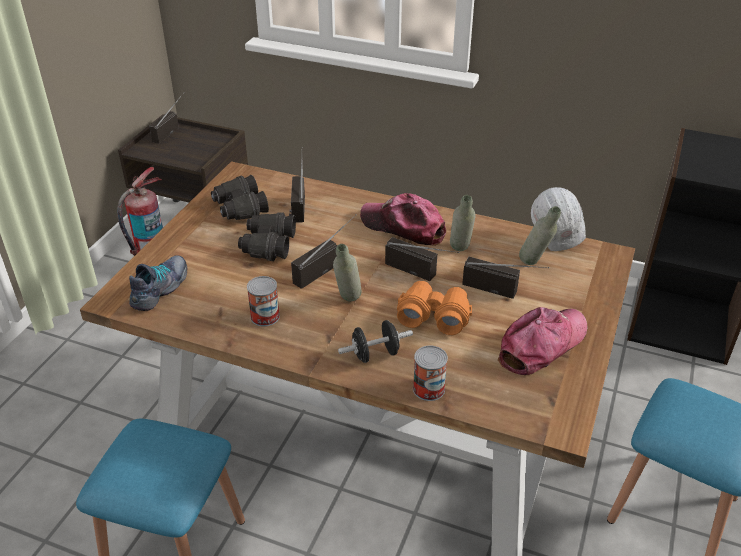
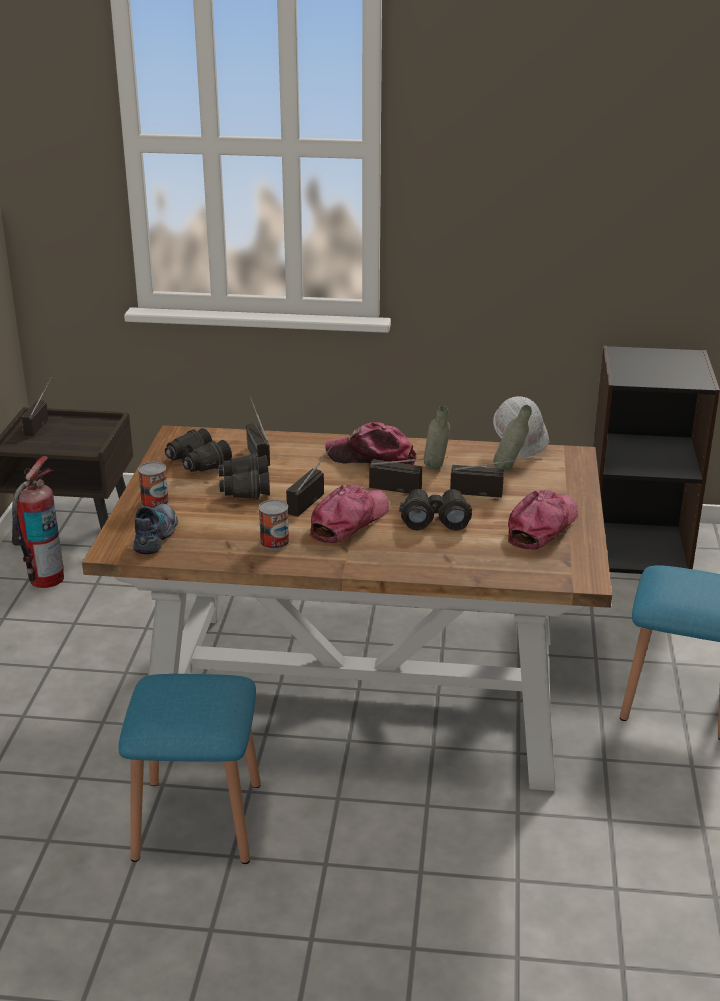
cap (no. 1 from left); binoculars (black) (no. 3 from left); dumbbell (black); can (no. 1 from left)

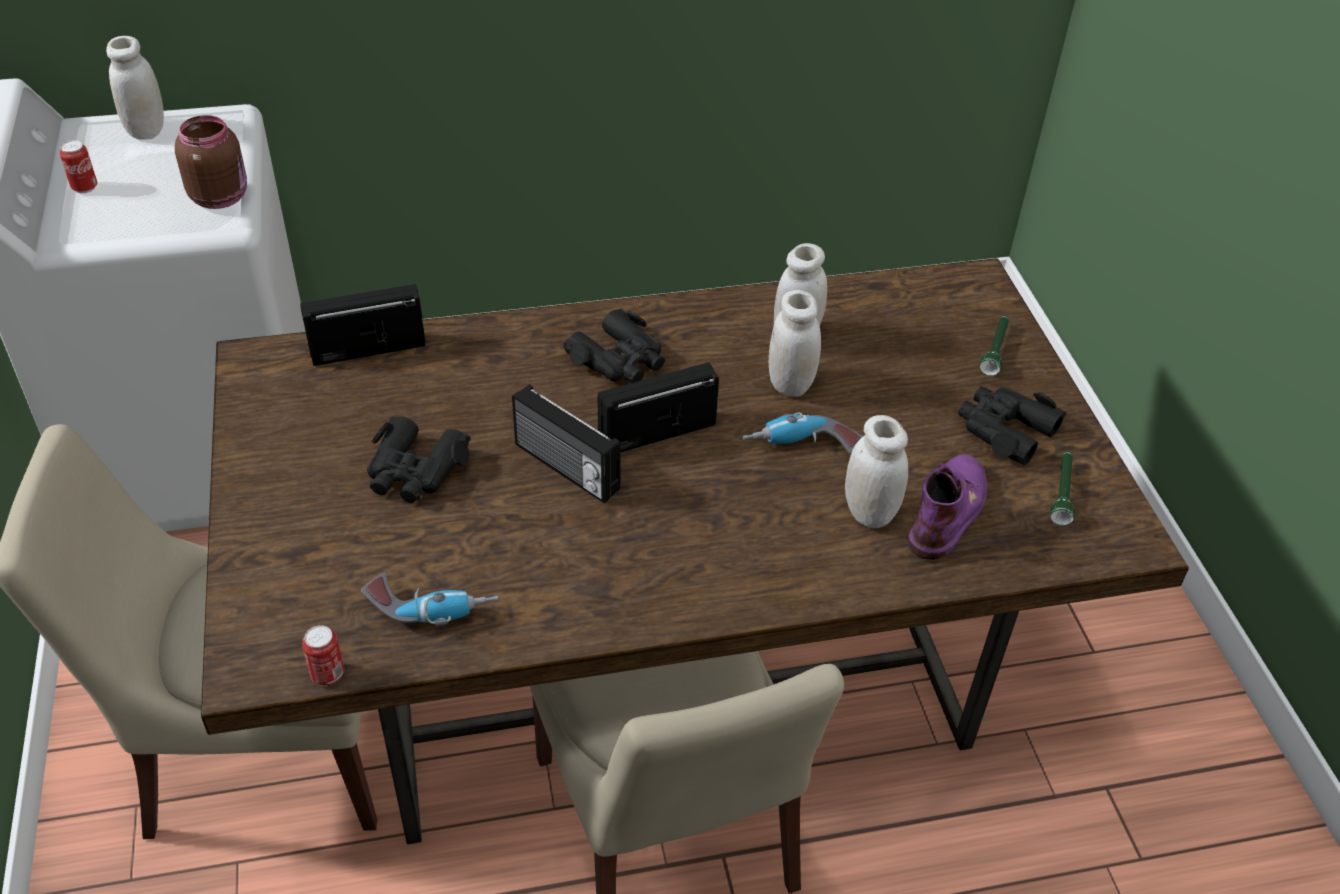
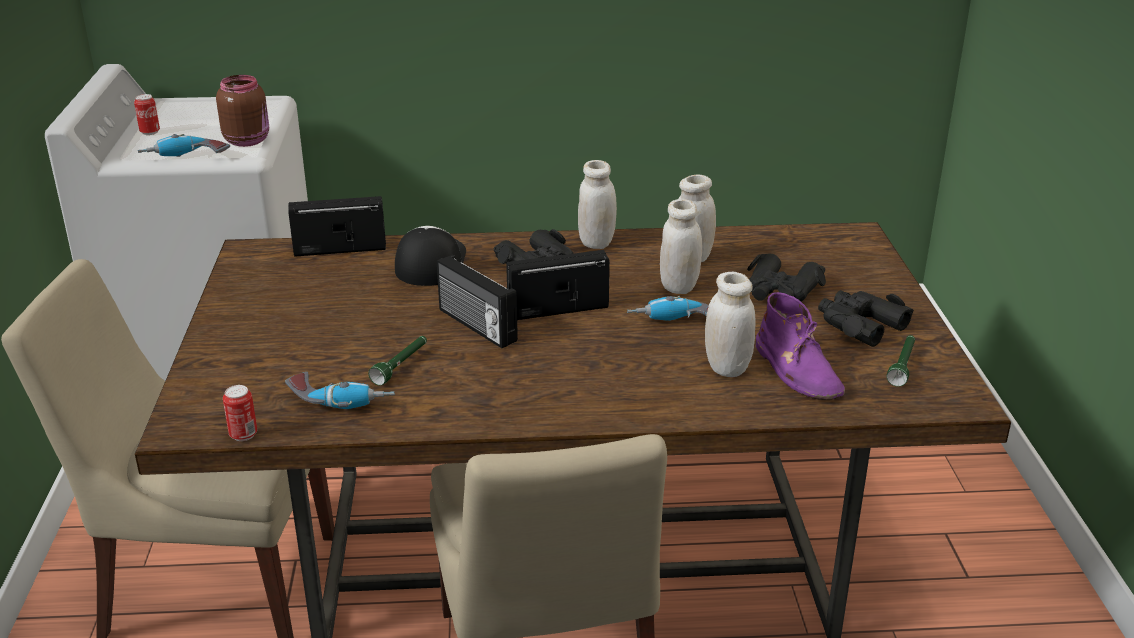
jar (white) (no. 1 from left); flashlight (green) (no. 1 from left); binoculars (black) (no. 2 from left); boot (purple); power drill (no. 1 from left); cap

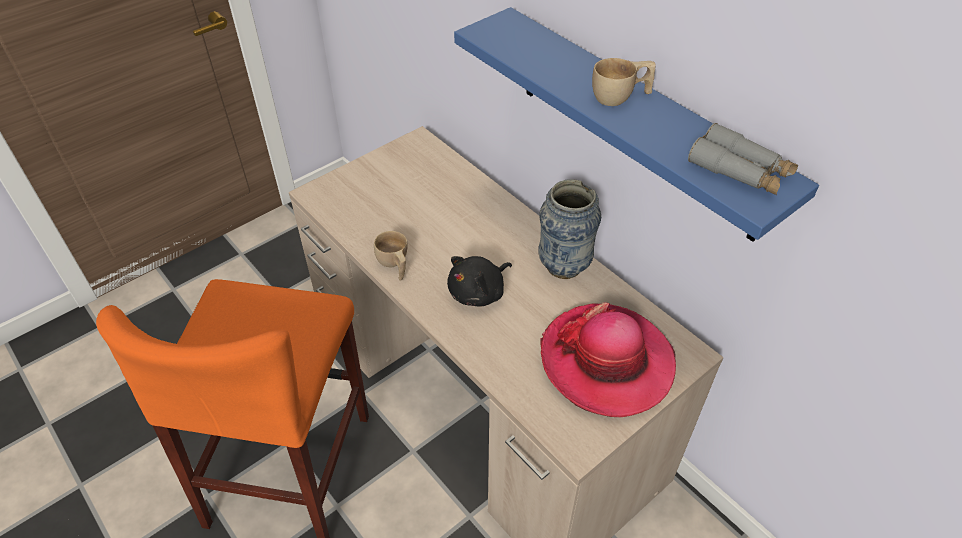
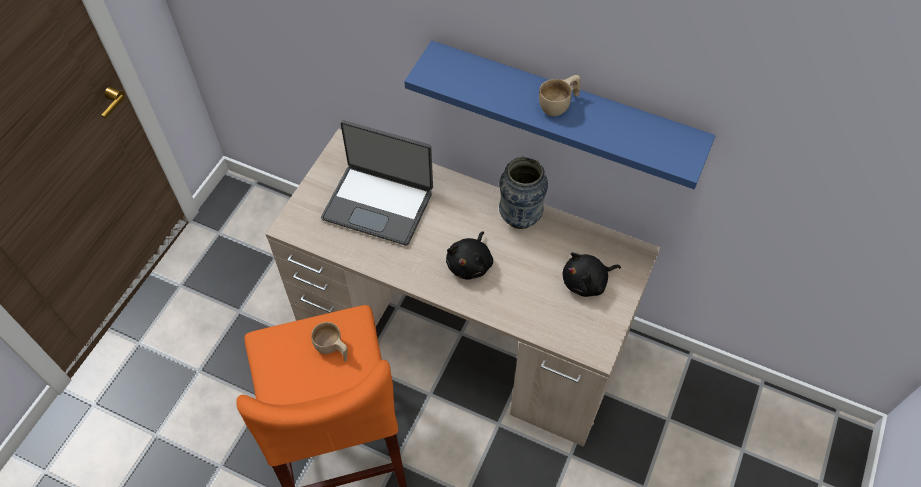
binoculars (grey); cup (beige) (no. 1 from left); plush toy (black) (no. 2 from left); laptop

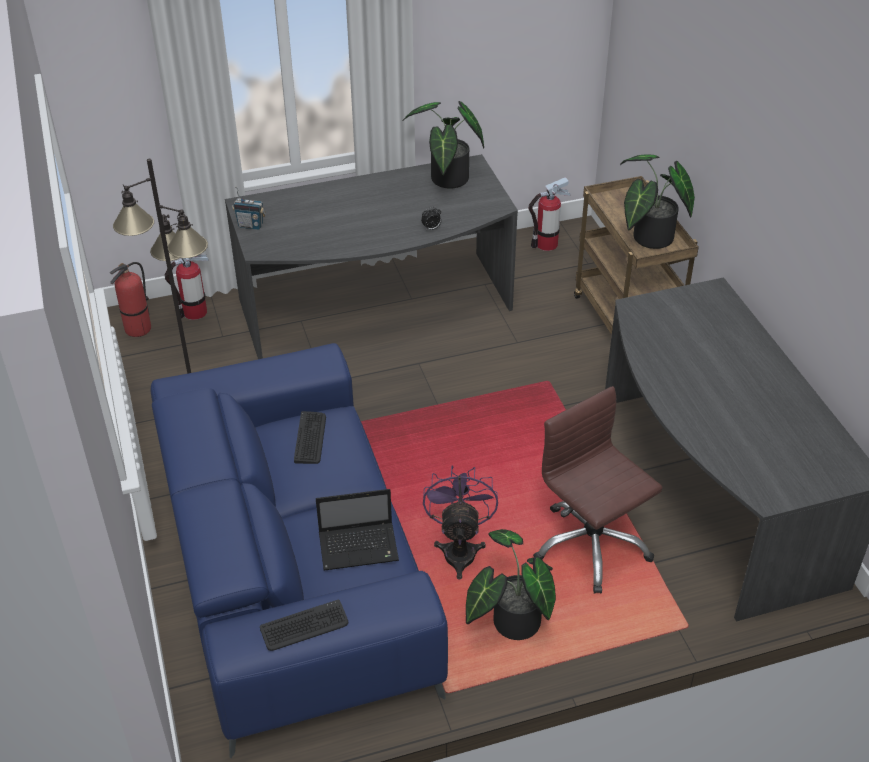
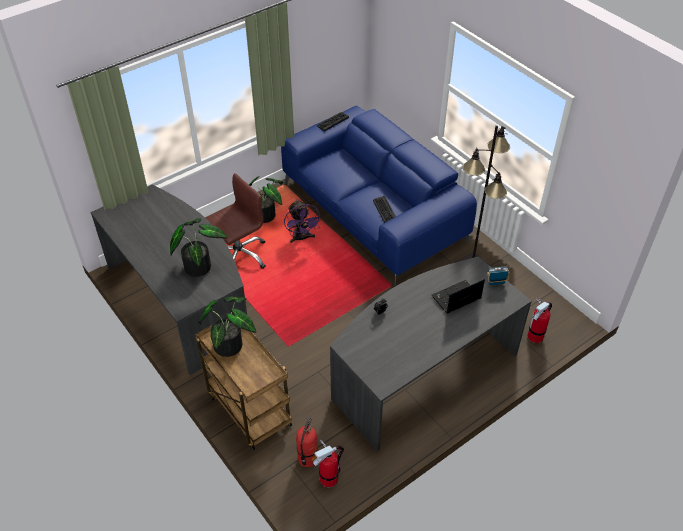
potted plant (no. 1 from left); fire extinguisher (no. 1 from left); office chair (brown); laptop

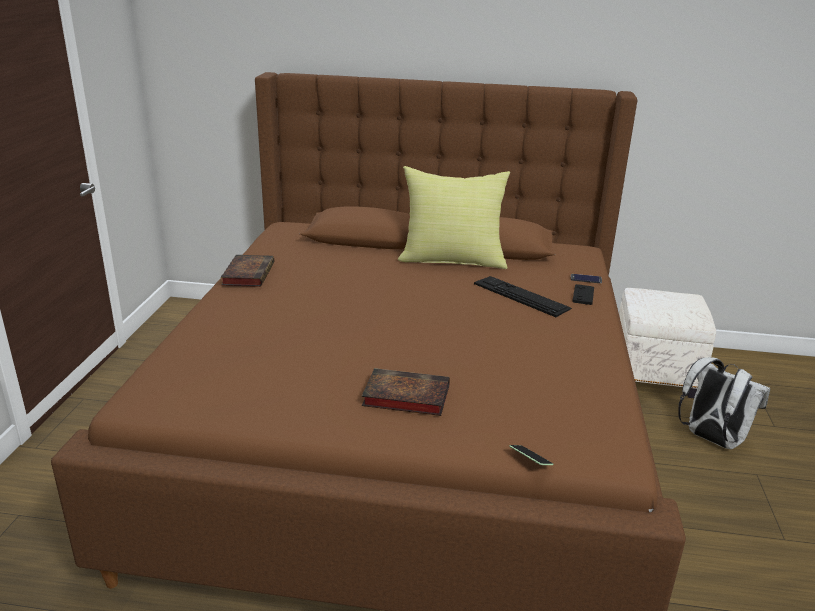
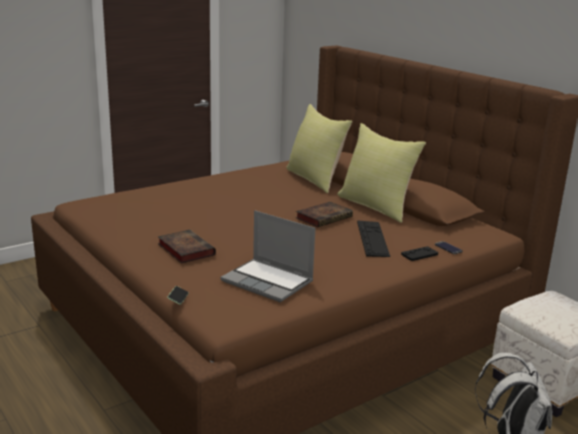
book (no. 2 from left); pillow (yellow) (no. 1 from left); laptop

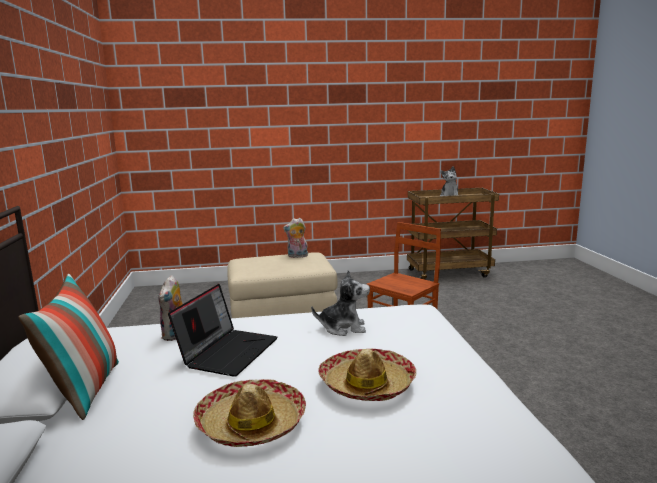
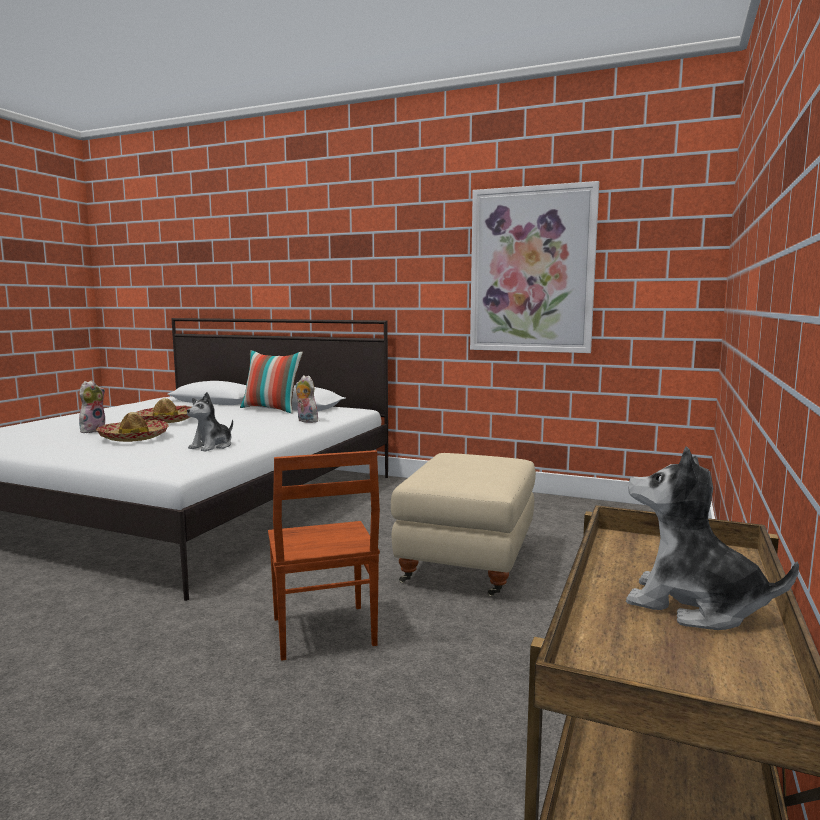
plush toy (no. 1 from left); laptop; picture

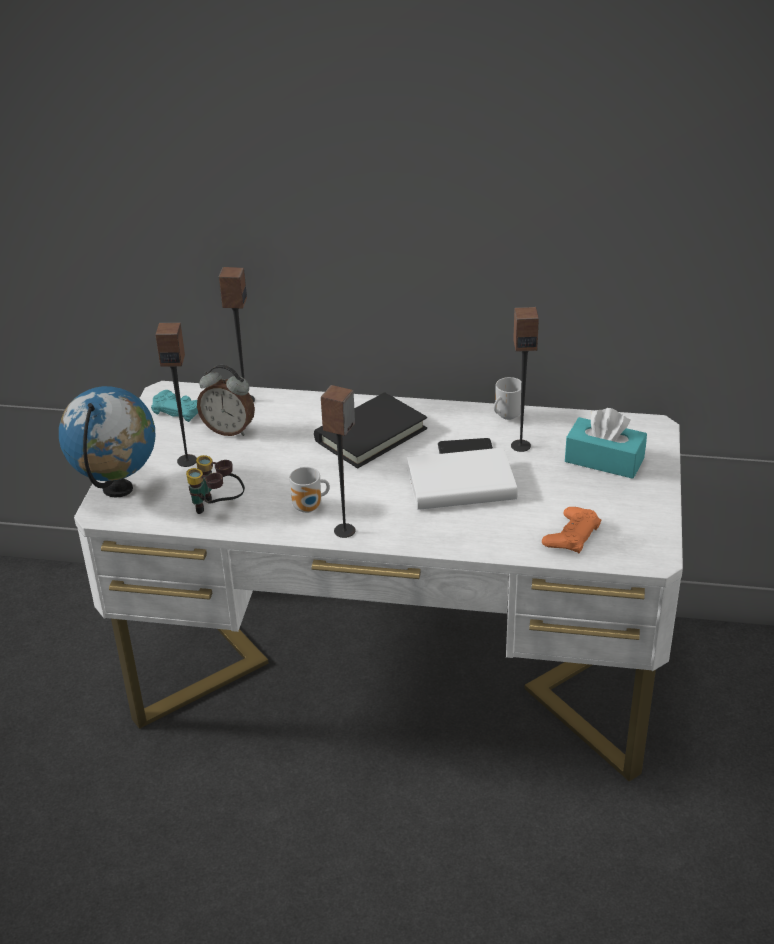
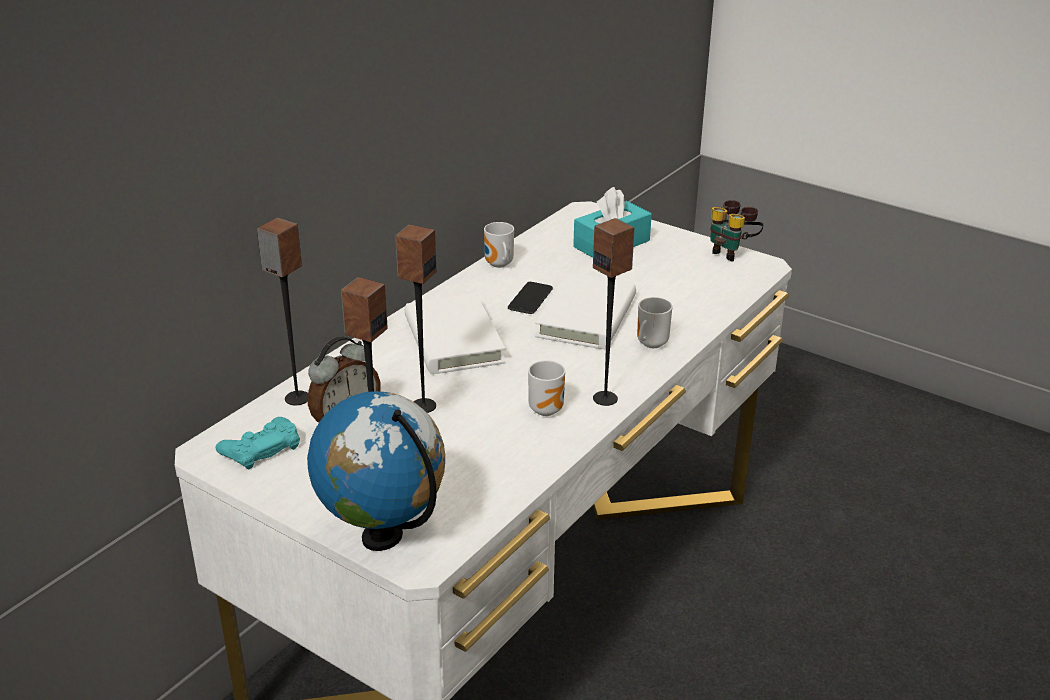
speaker (no. 3 from left); book (white) (no. 1 from left); binoculars; game controller (orange); mug (no. 3 from left)

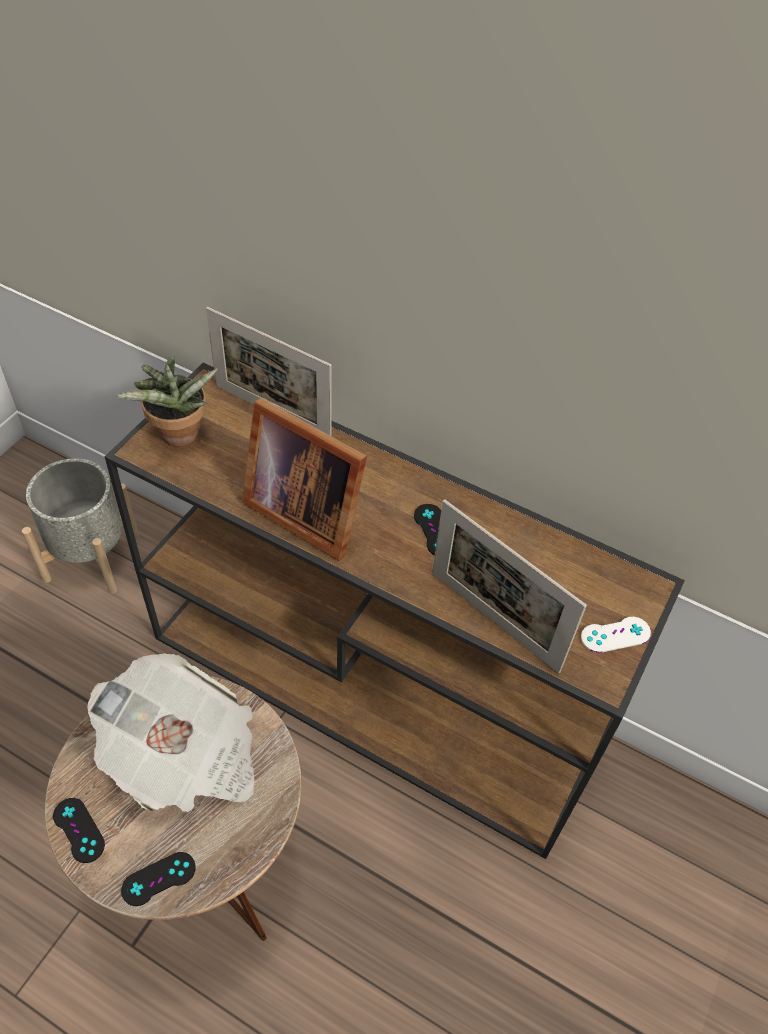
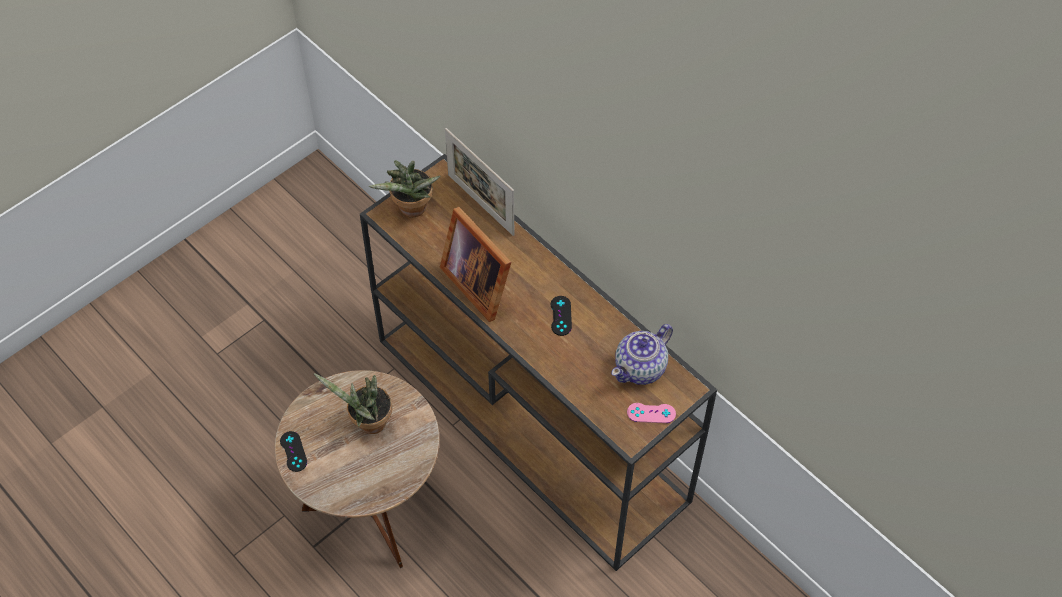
planter (grey); picture frame (no. 3 from left in the first image); game controller (pink); potted plant (no. 1 from left); game controller (black) (no. 2 from left in the first image); teapot

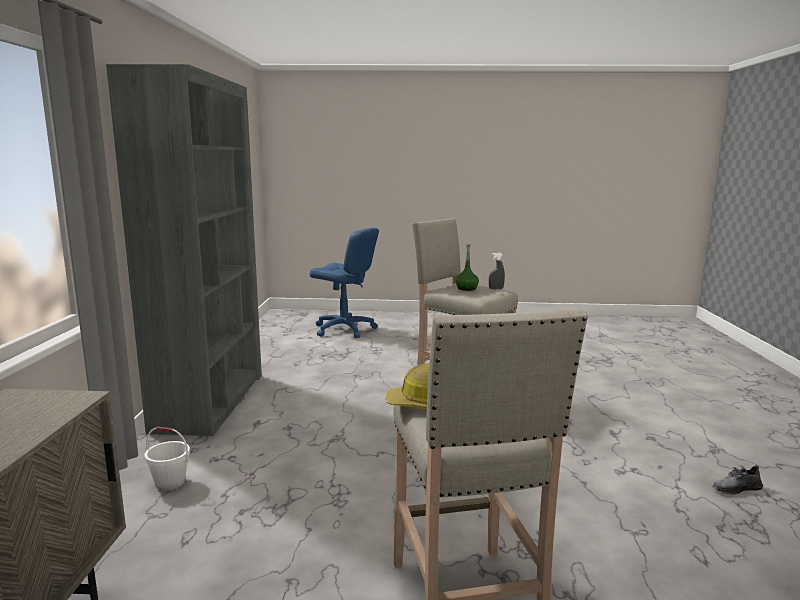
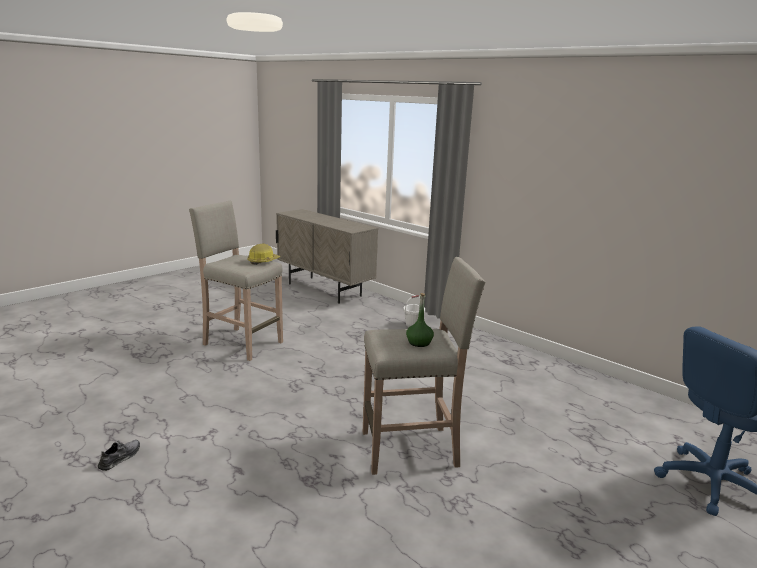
bookcase (grey); spray bottle (grey)

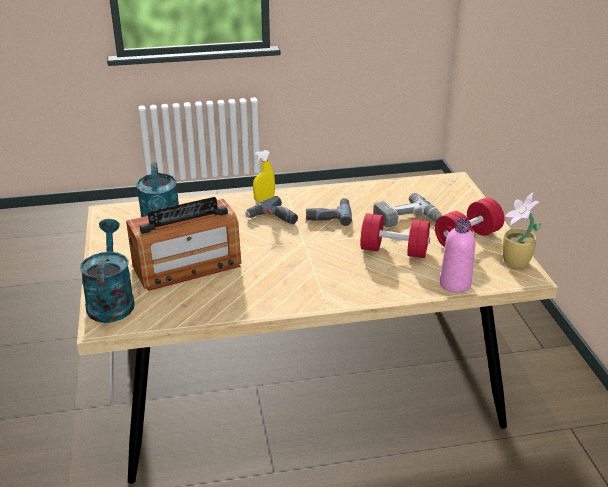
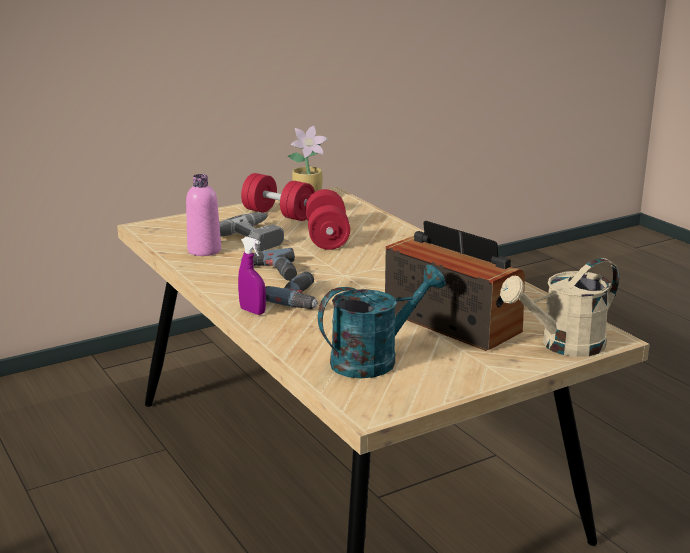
spray bottle (purple); bottle (pink); watering can (beige)

